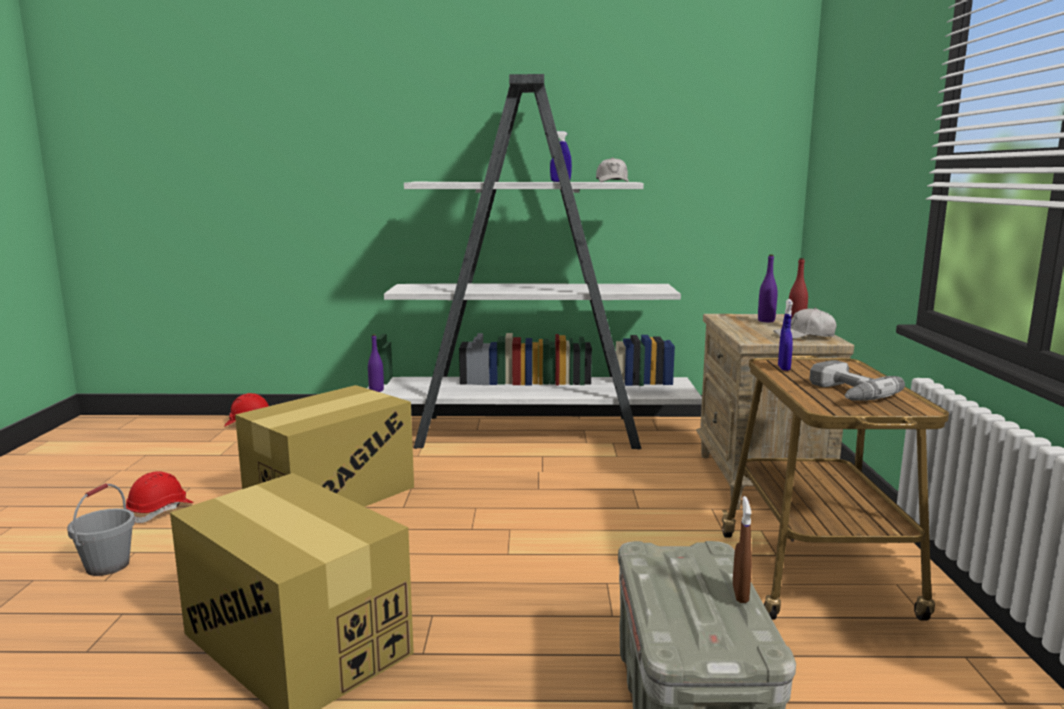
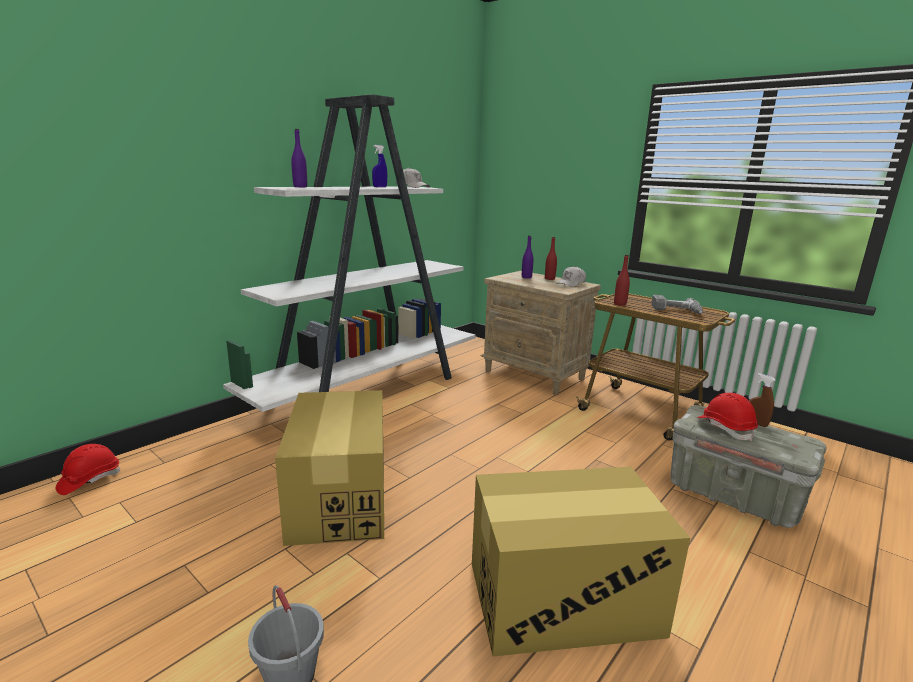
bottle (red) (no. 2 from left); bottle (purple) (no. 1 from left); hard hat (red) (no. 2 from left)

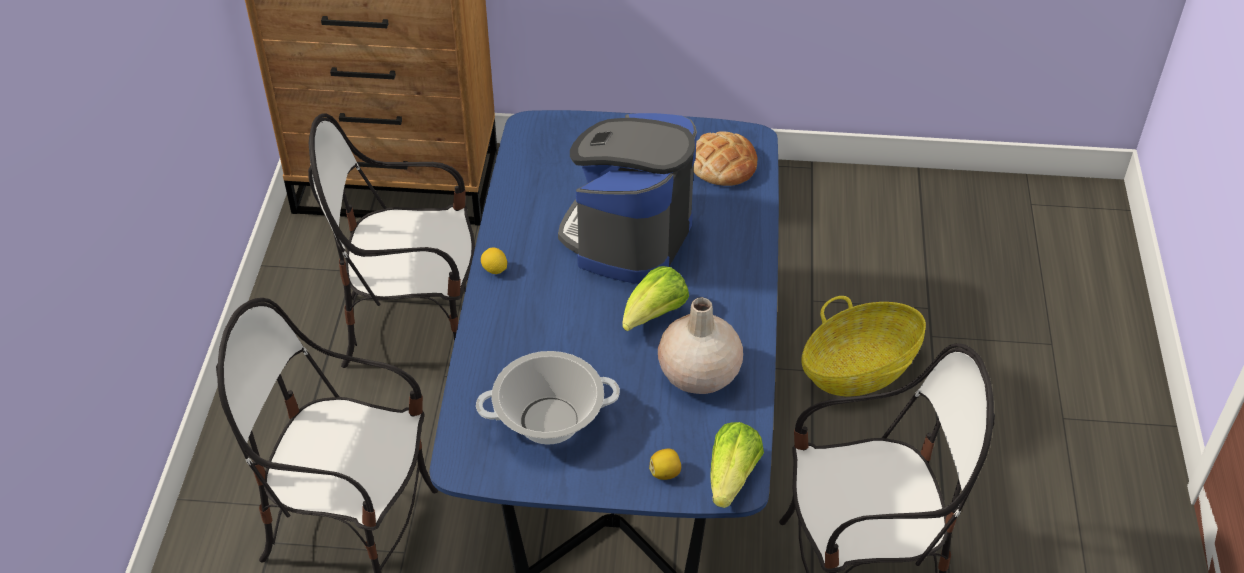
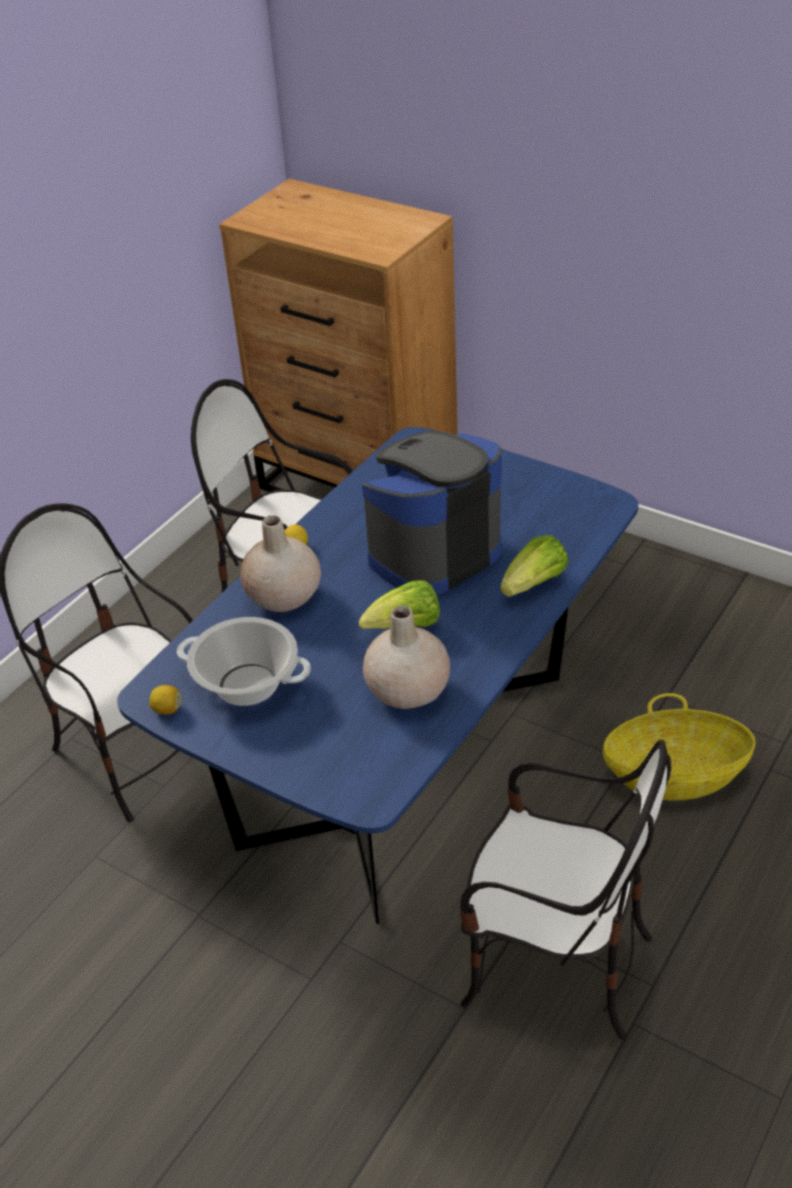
bread; lettuce (no. 2 from left); lemon (no. 1 from left); vase (beige) (no. 1 from left)

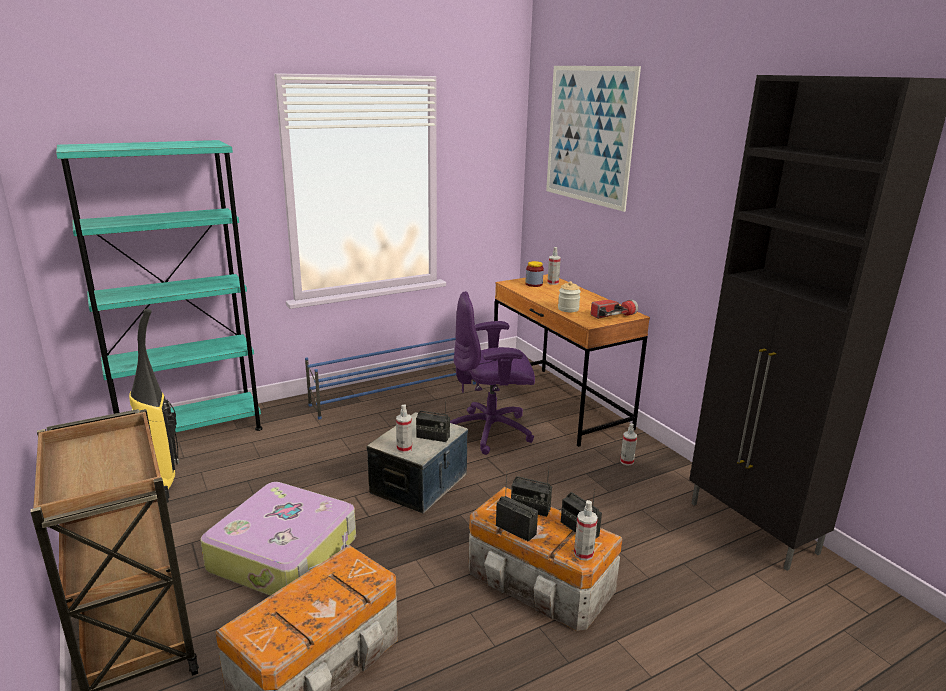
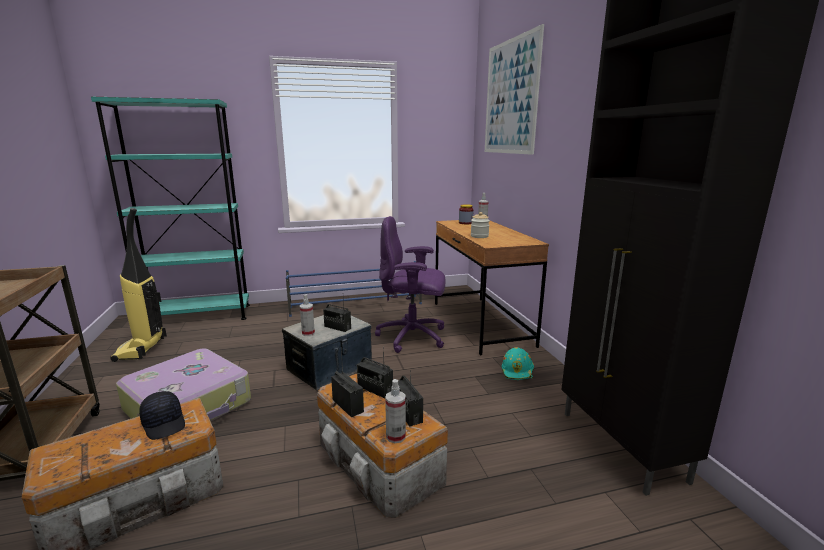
flashlight; hard hat (turquoise); cap (black)

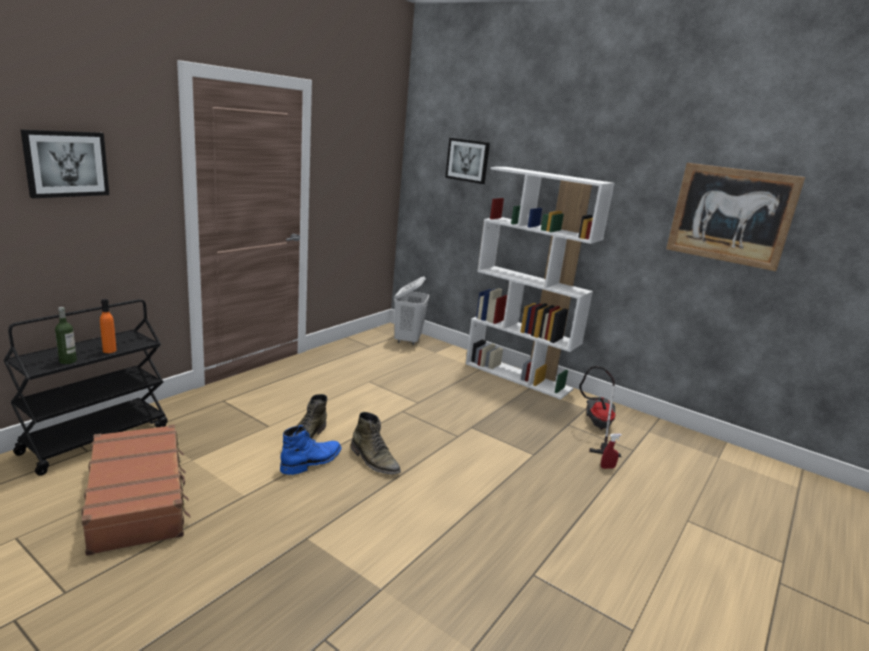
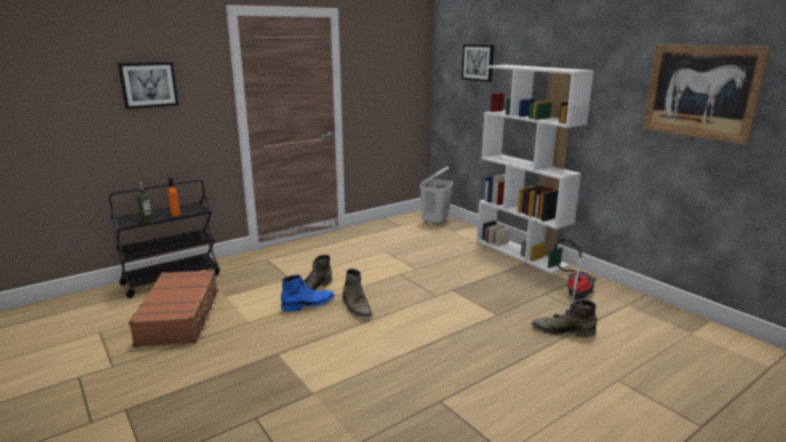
boot (green) (no. 3 from left)

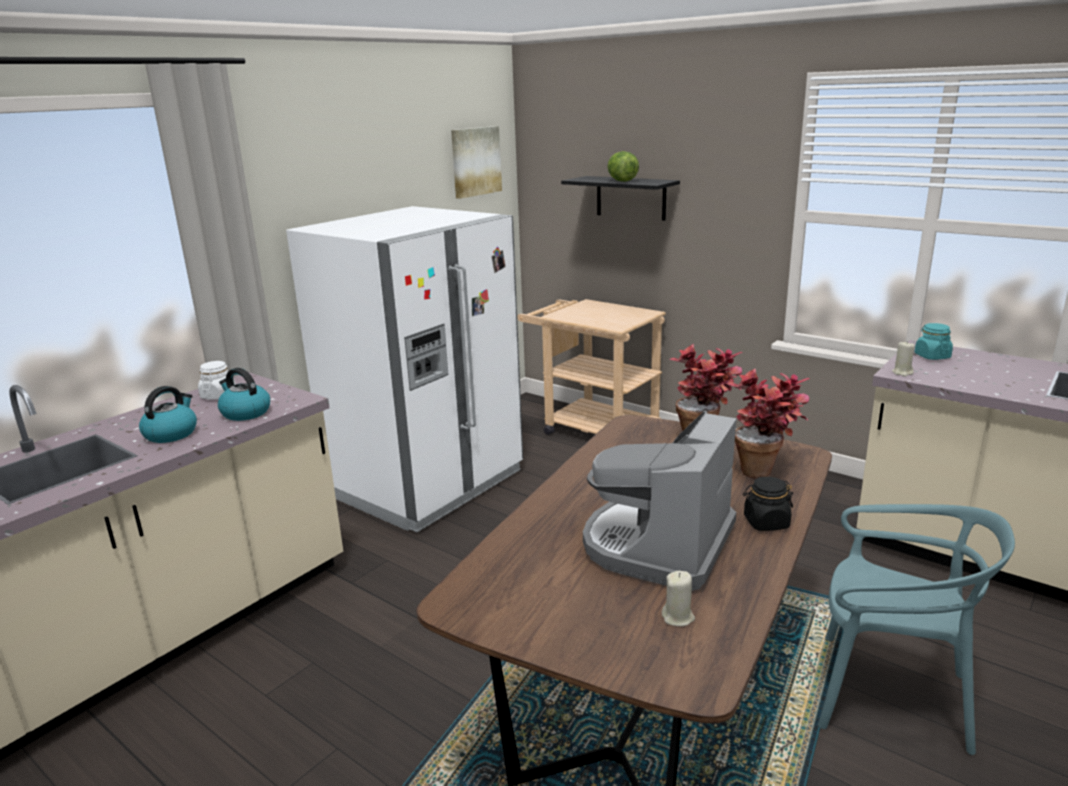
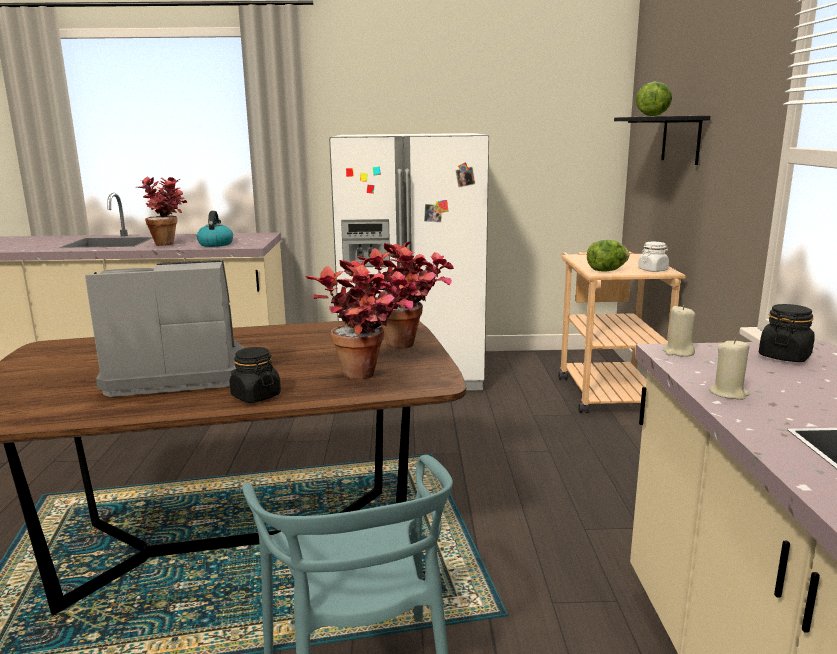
picture; jar (black) (no. 2 from left); jar (white); potted plant (no. 1 from left); candle (beige) (no. 2 from left); lettuce (no. 1 from left)

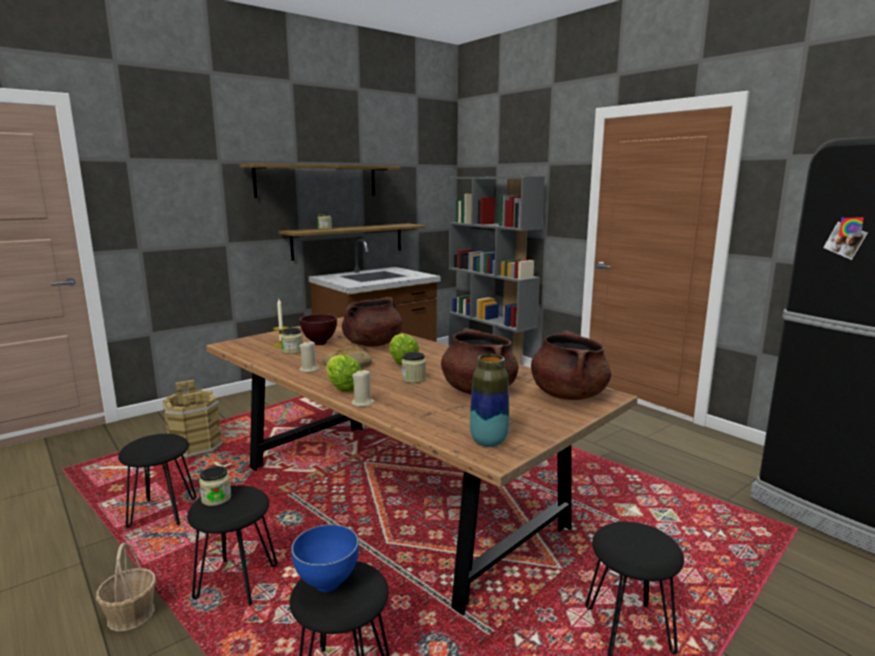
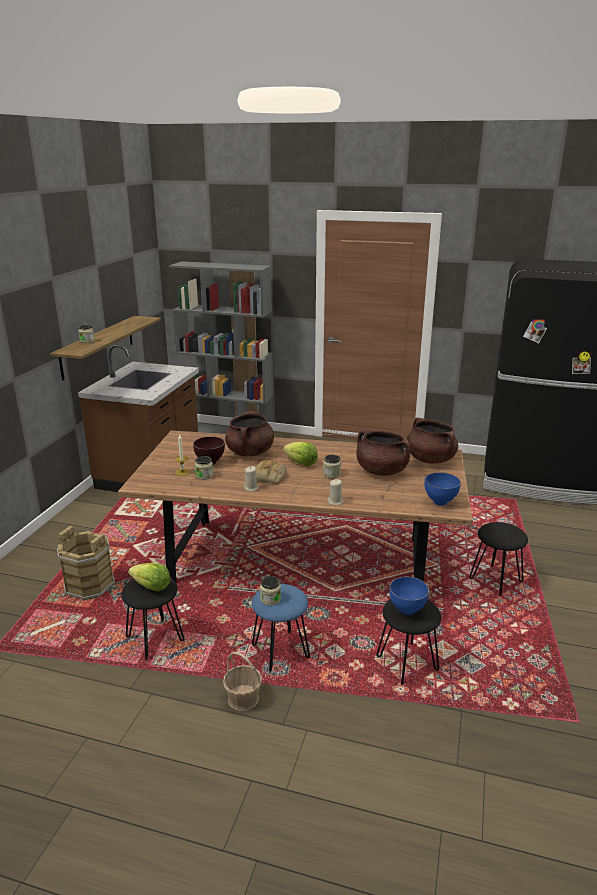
shelf (no. 1 from left in the first image); bowl (blue) (no. 2 from left); lettuce (no. 1 from left); stool (blue)

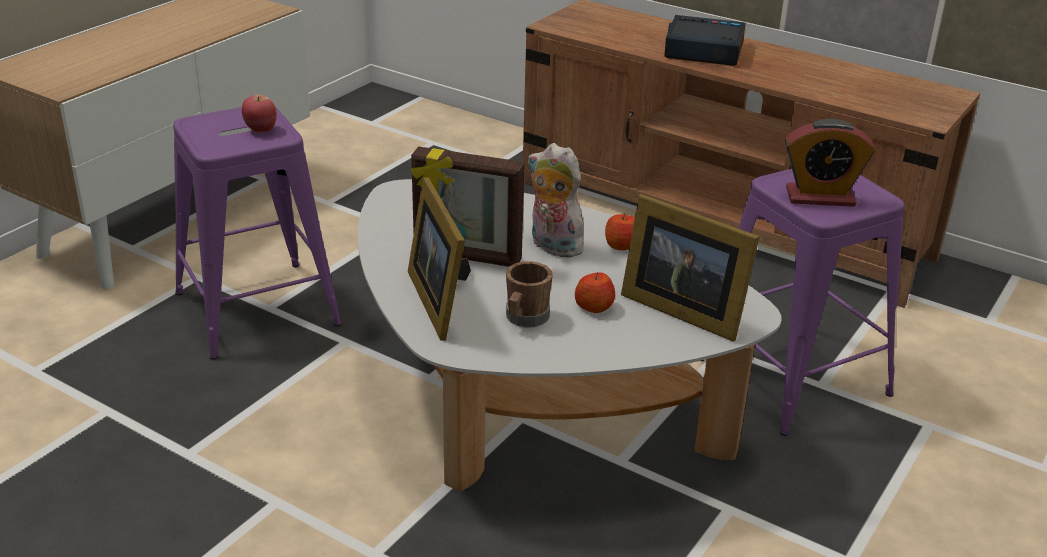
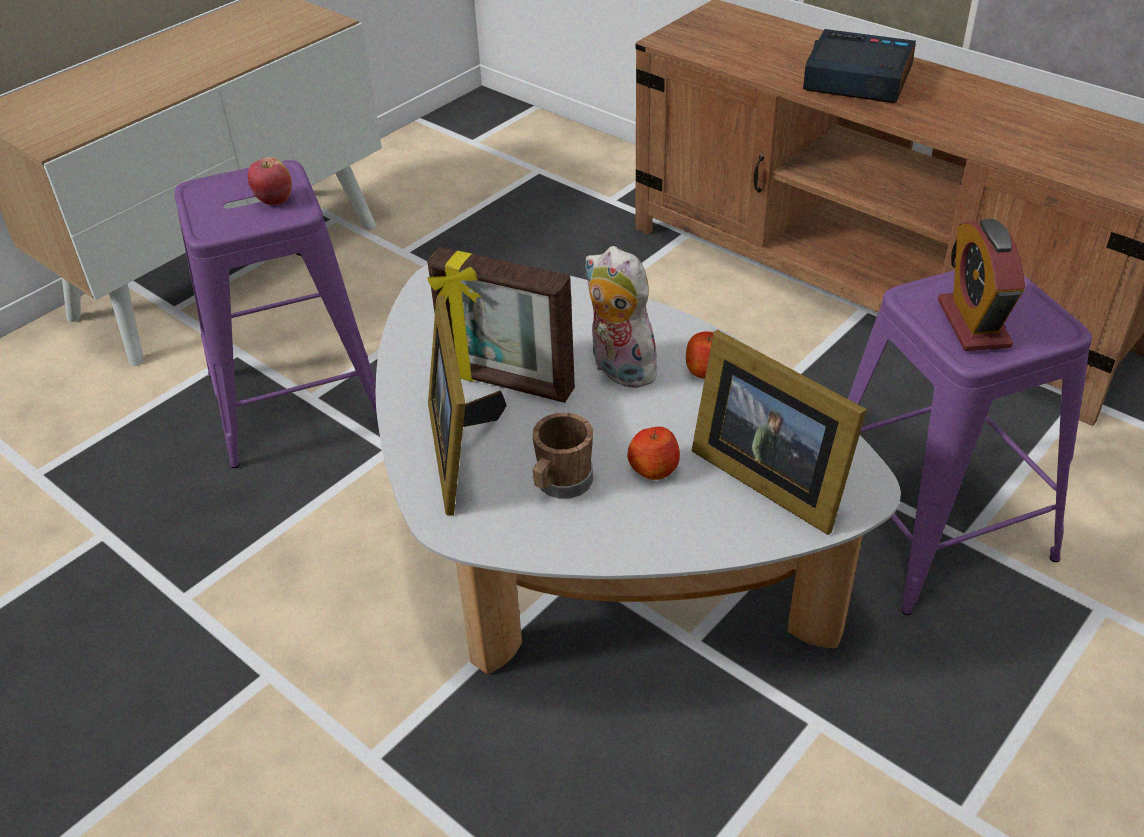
alarm clock (no. 2 from left)

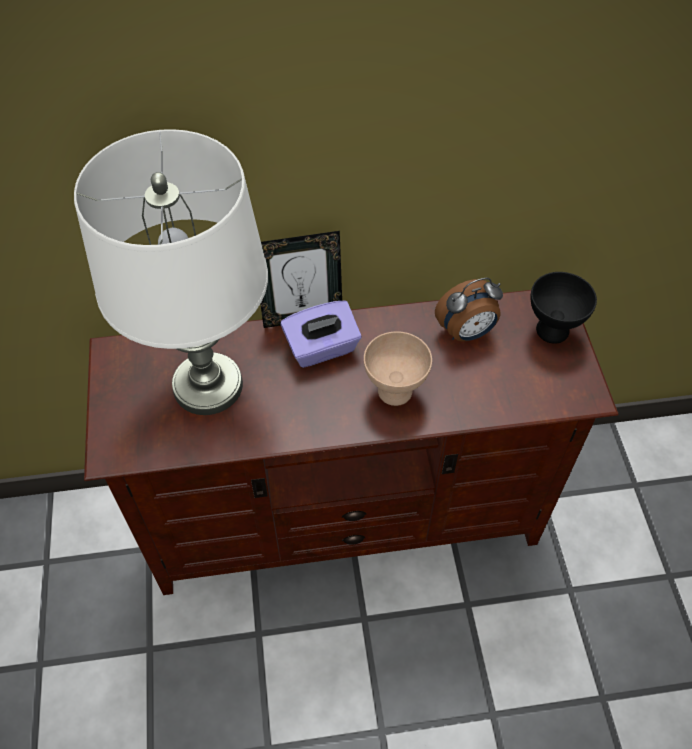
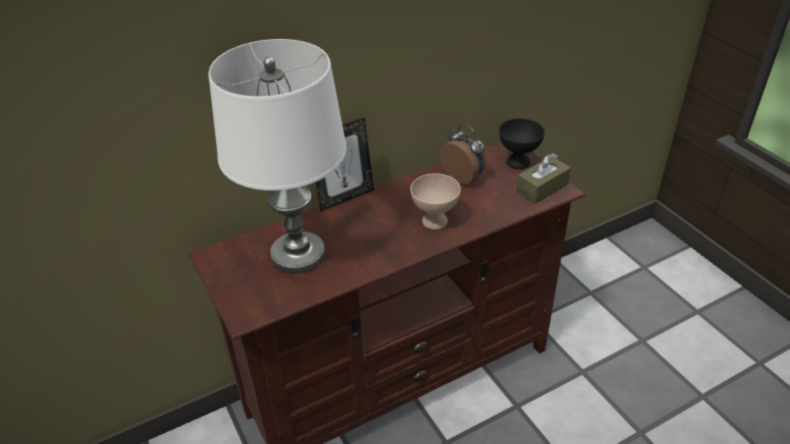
alarm clock; tissue box (purple); tissue box (brown)

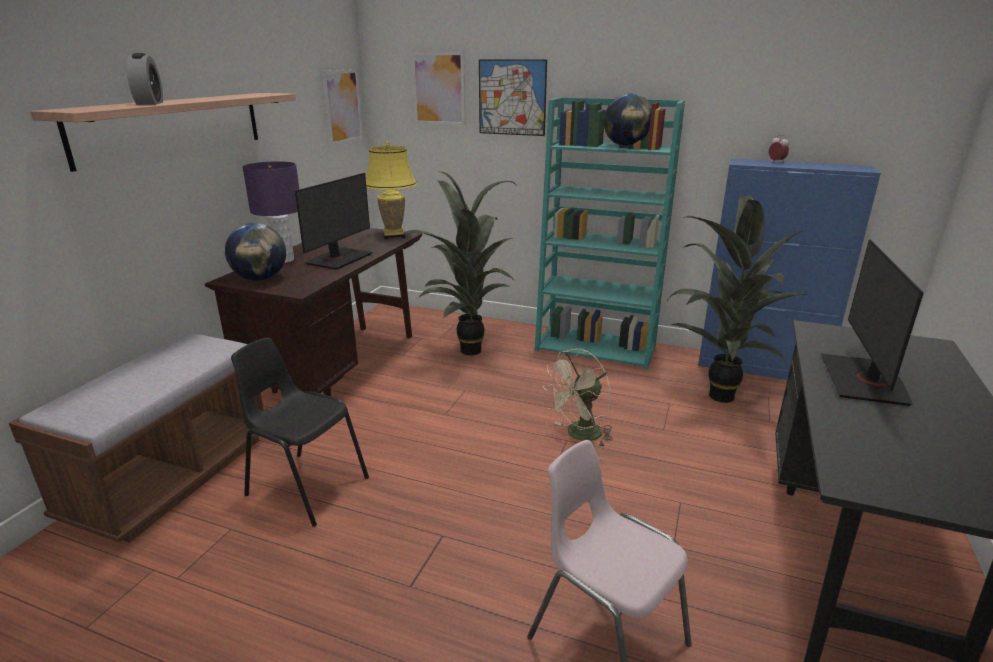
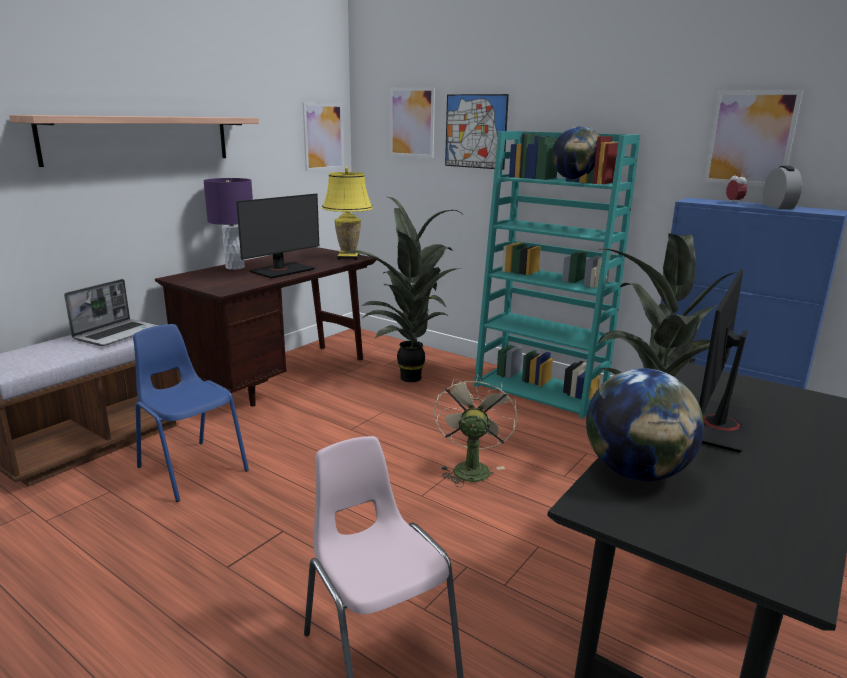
alarm clock (no. 2 from left); globe (no. 2 from left); chair (blue); fan (beige); picture (no. 4 from left); laptop

